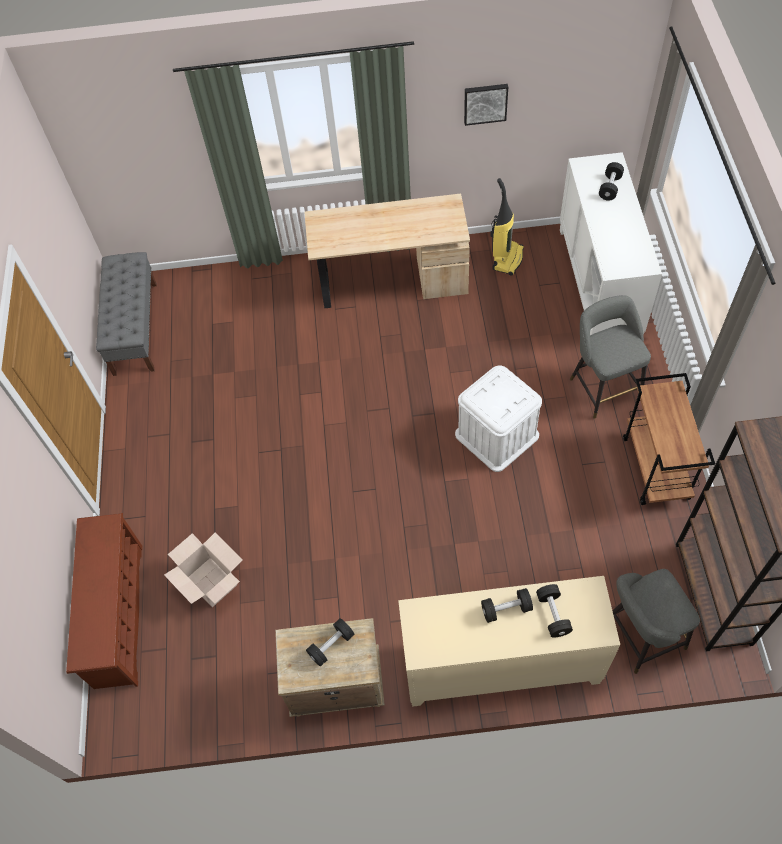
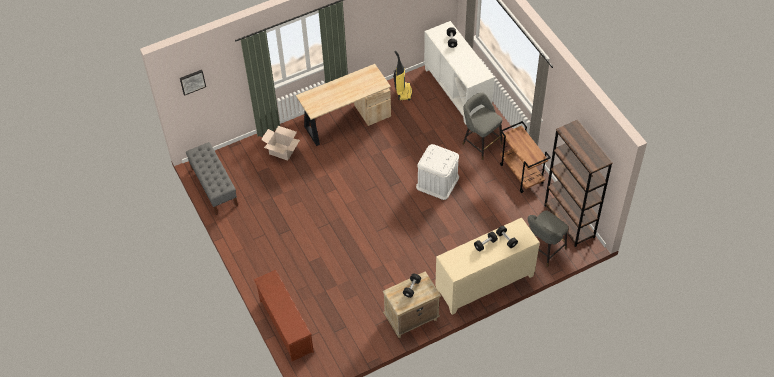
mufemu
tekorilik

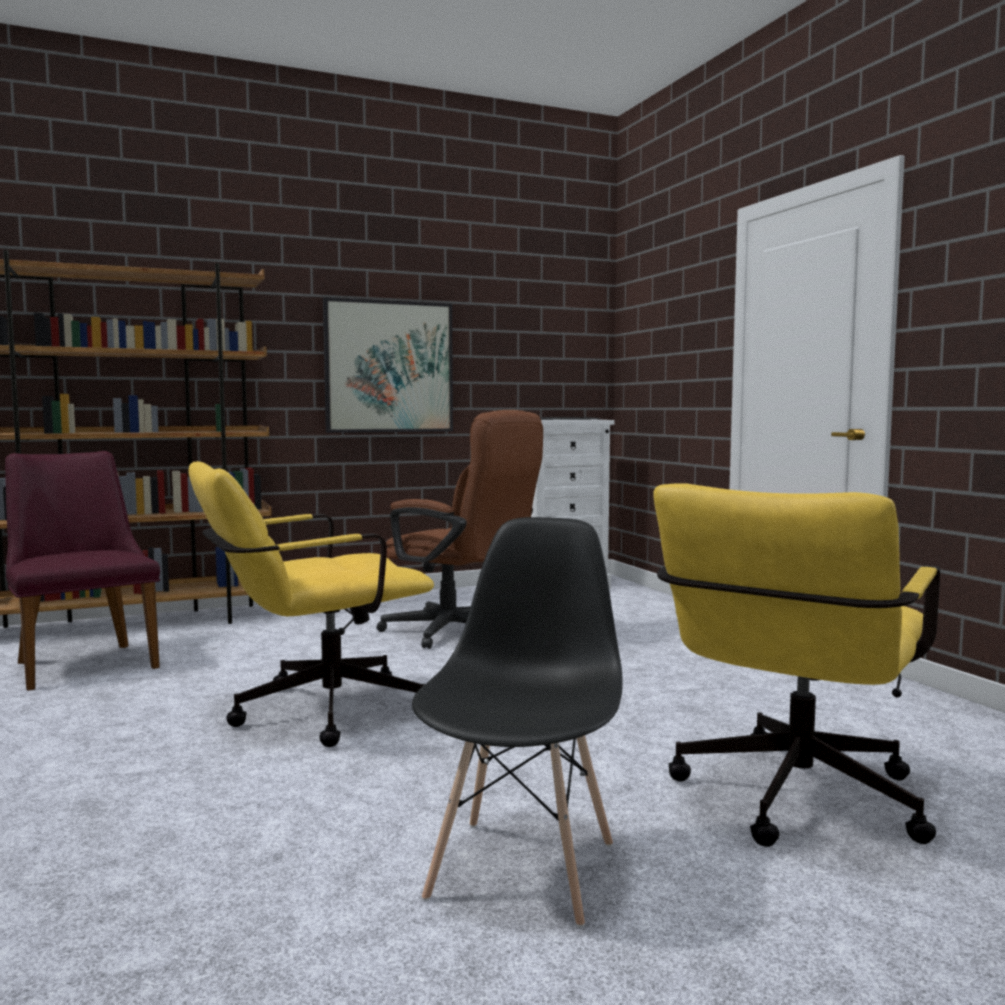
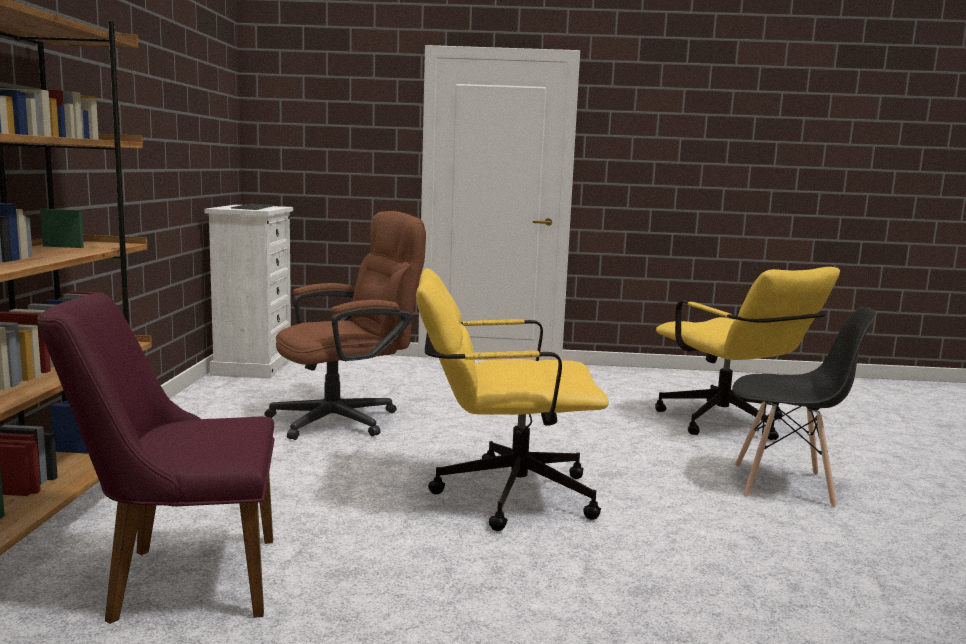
mufemu
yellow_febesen (1st from left)
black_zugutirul

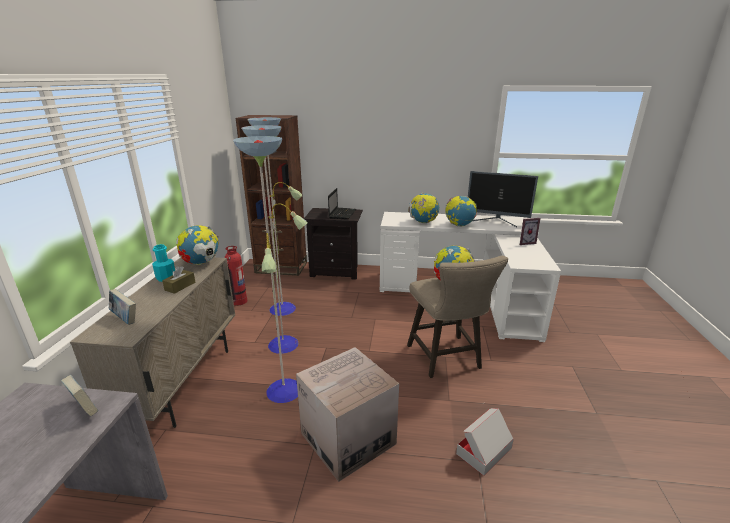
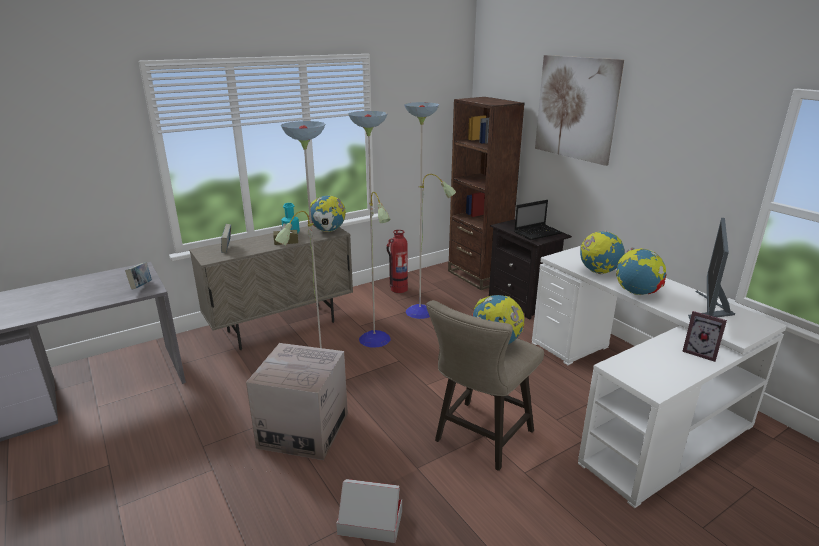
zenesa
mufemu

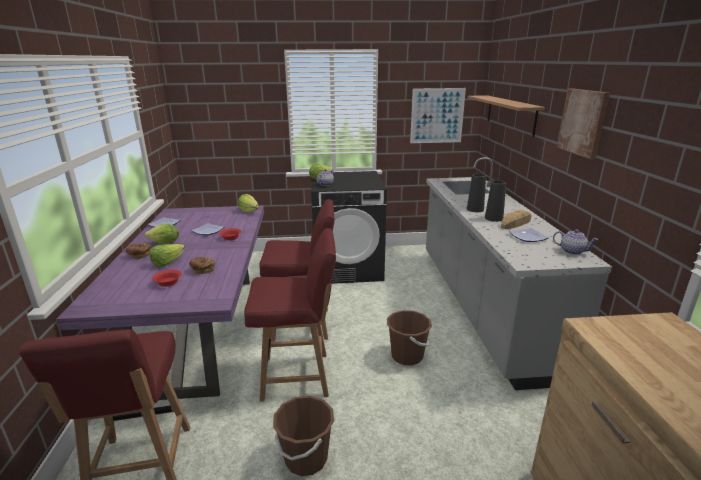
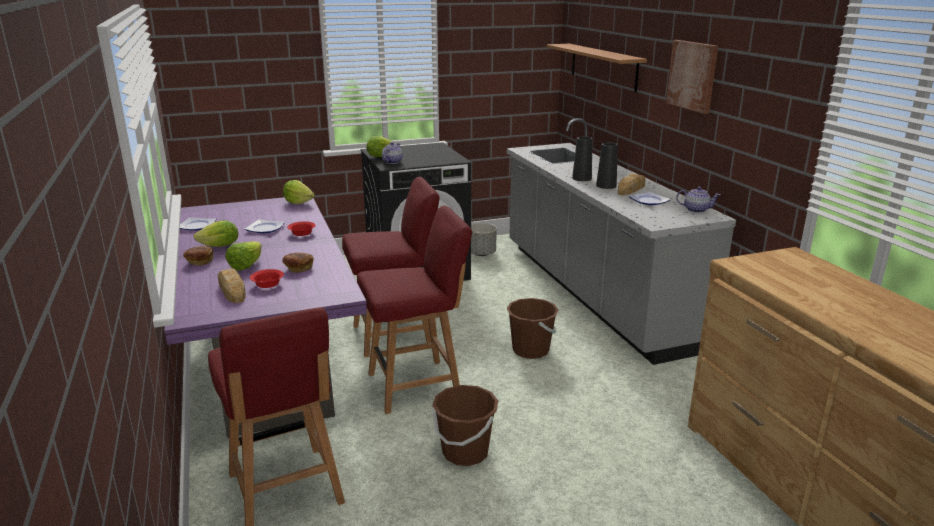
mufemu (1st from left in the first image)
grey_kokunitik
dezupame (2nd from left)

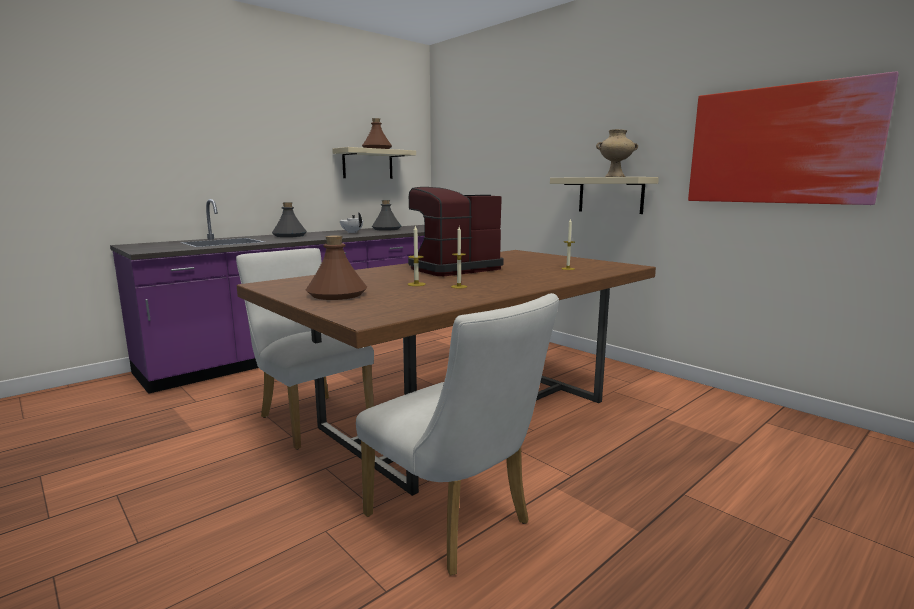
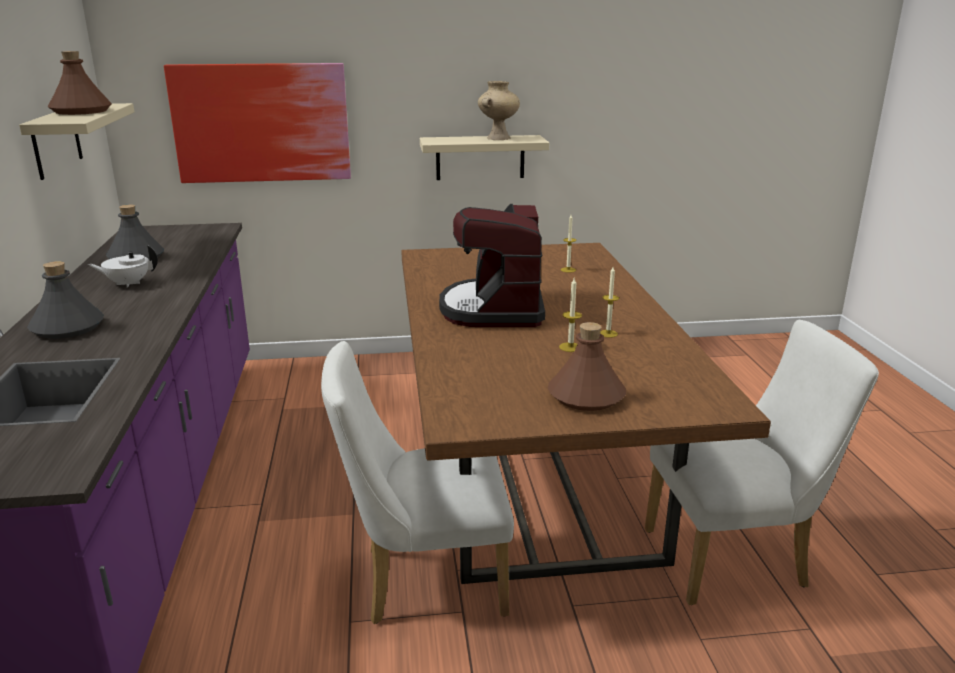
mufemu

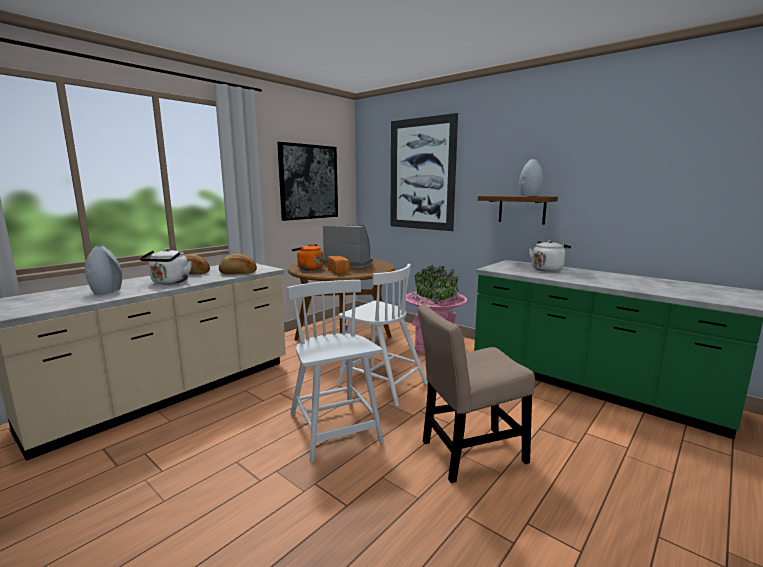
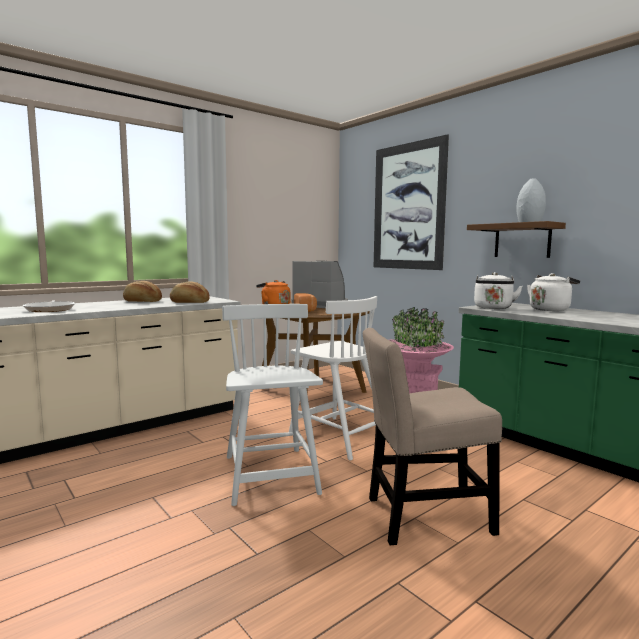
mufemu (1st from left in the first image)
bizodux
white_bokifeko (1st from left)

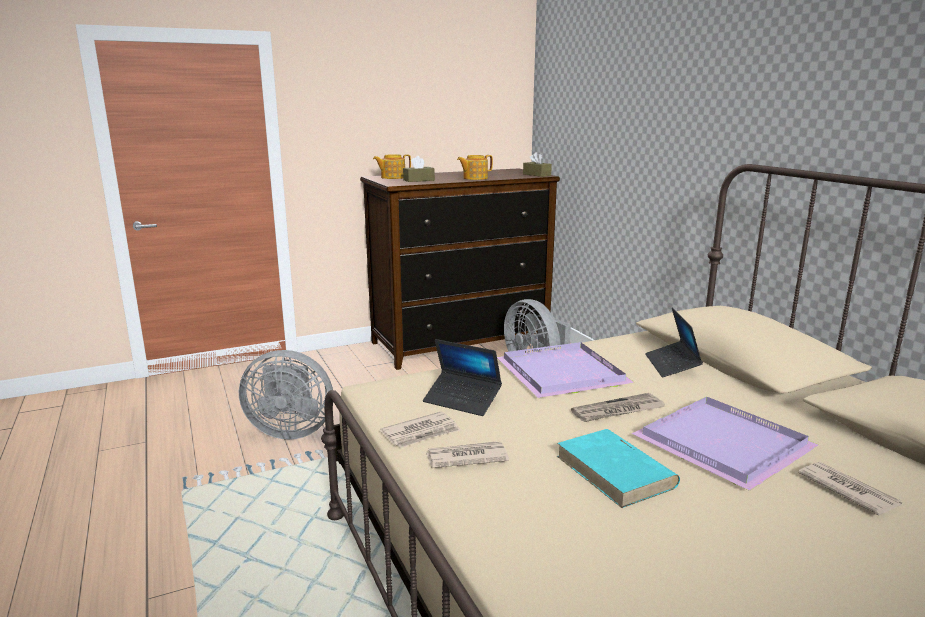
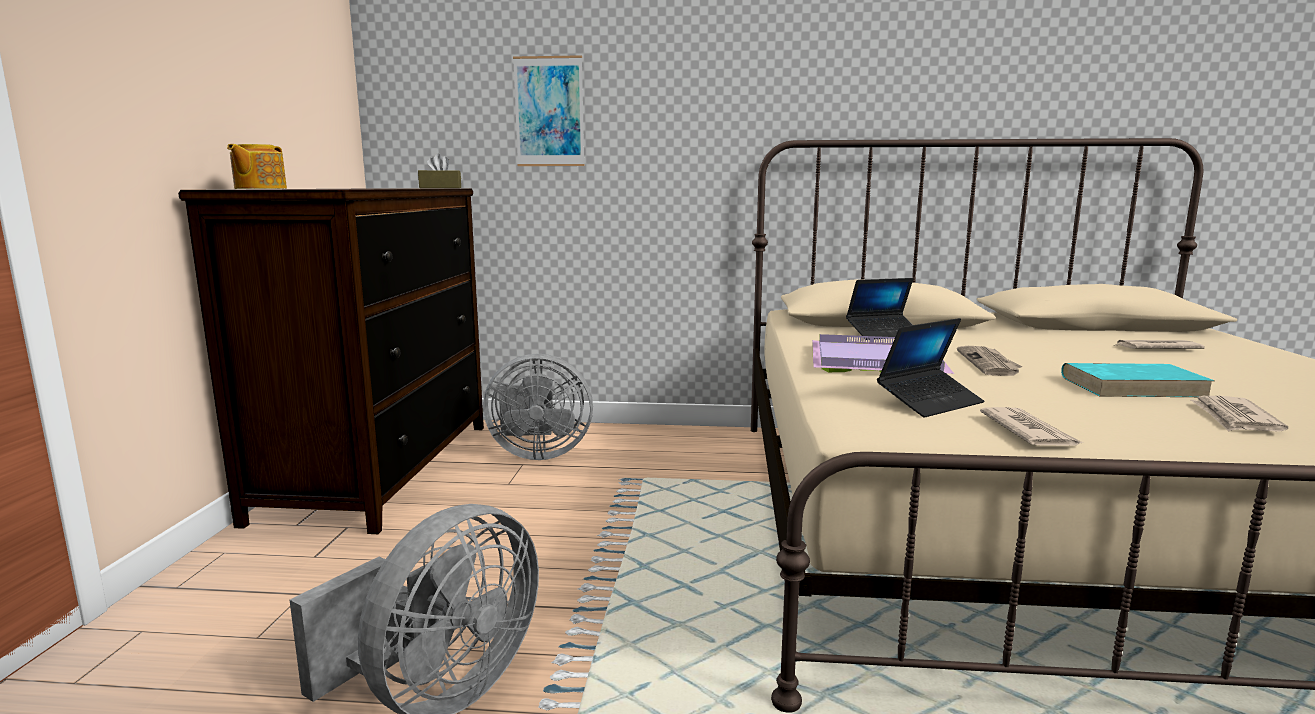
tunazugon (2nd from left in the first image)
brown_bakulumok (1st from left in the first image)
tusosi (1st from left)
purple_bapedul (2nd from left in the first image)
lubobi (4th from left)
mufemu

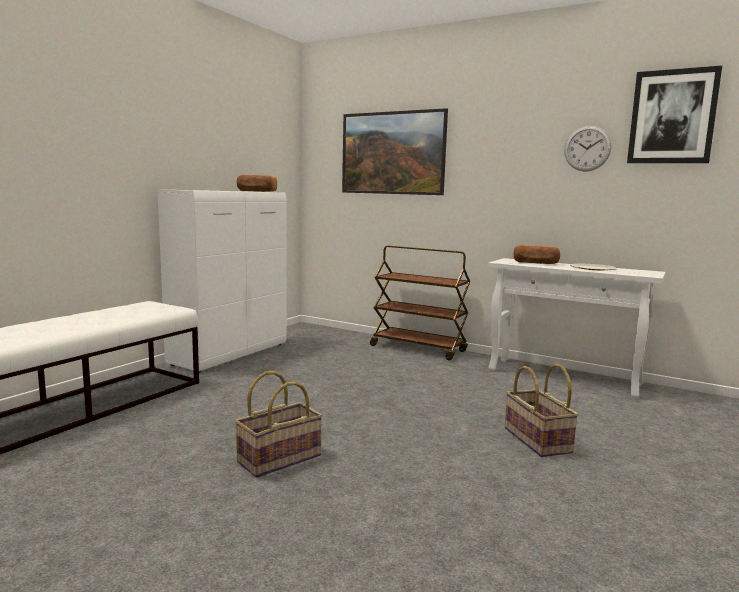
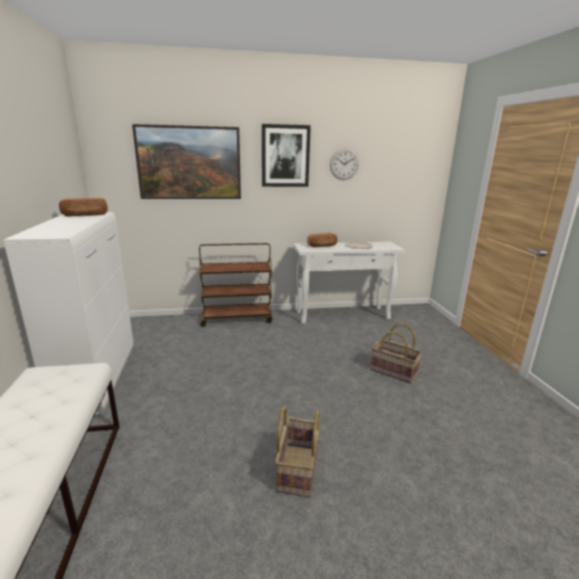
mufemu (2nd from left)

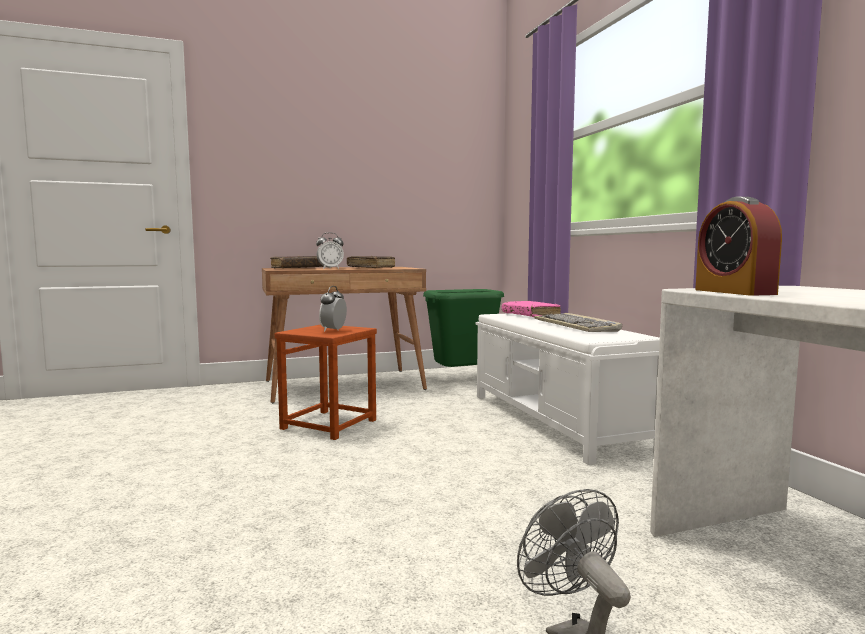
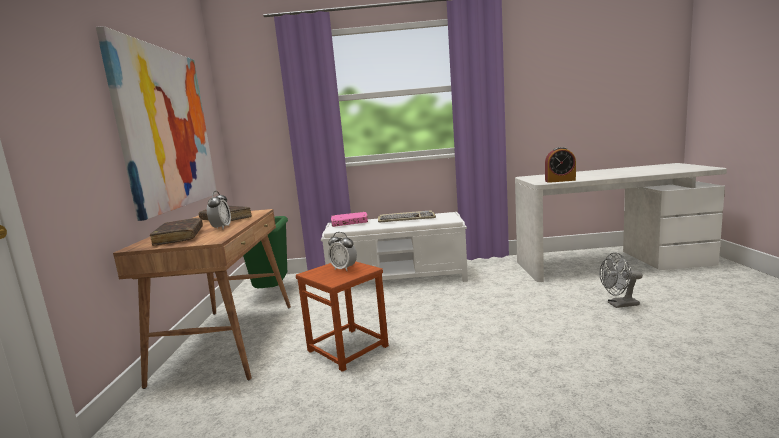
mufemu

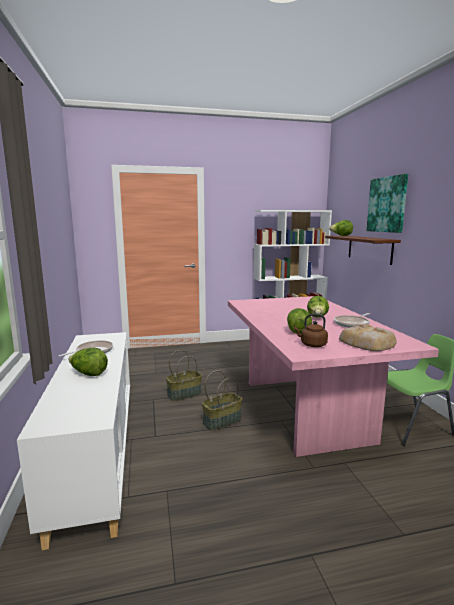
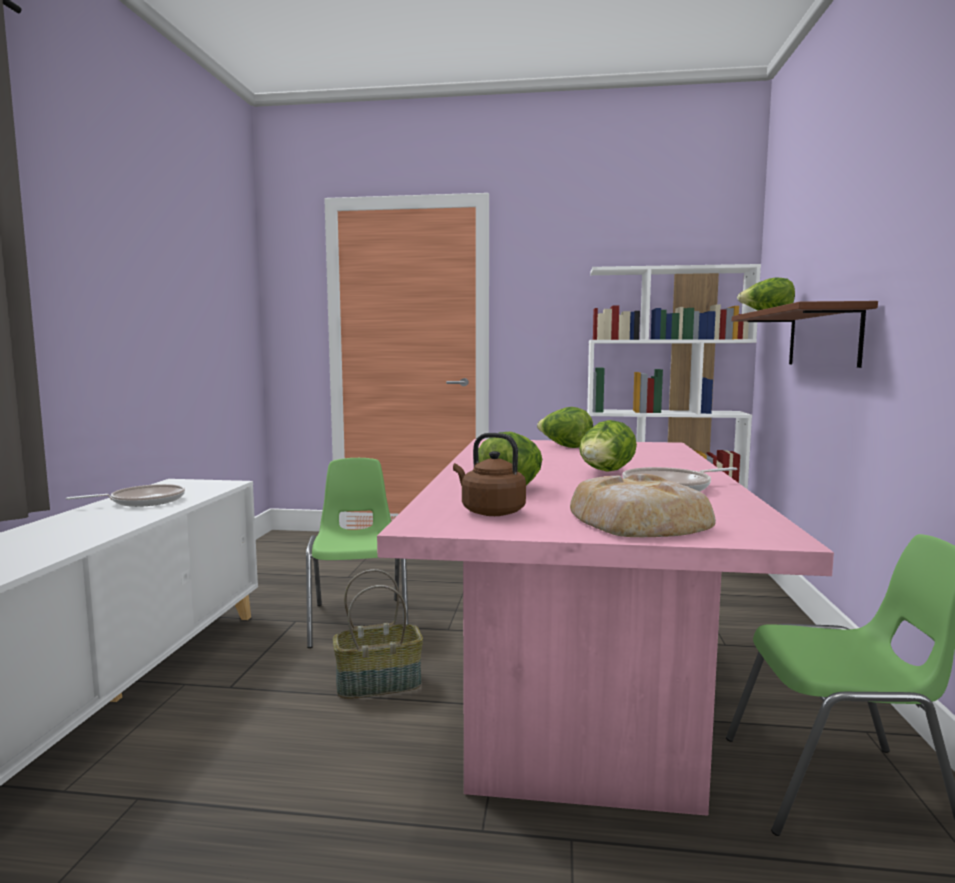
mufemu
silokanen (2nd from left)
green_zugutirul (1st from left)

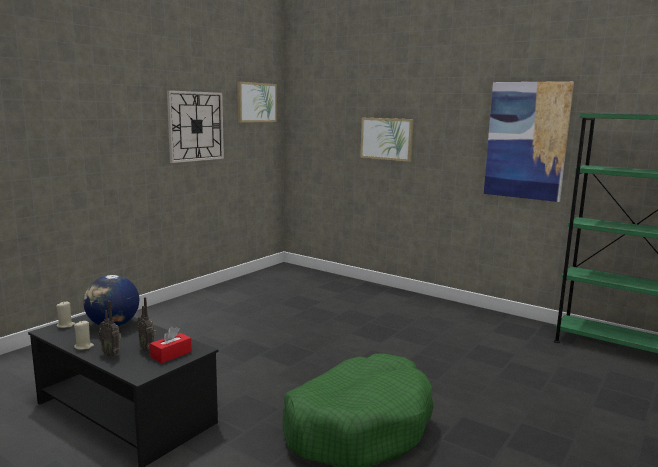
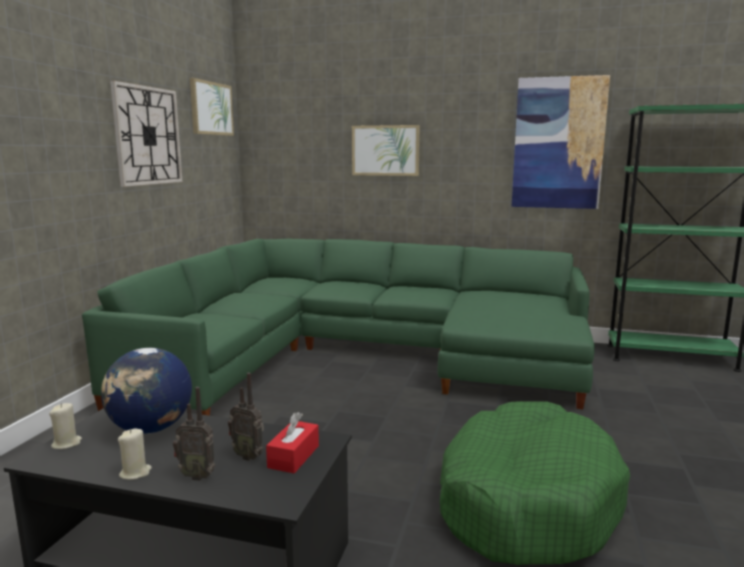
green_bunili

